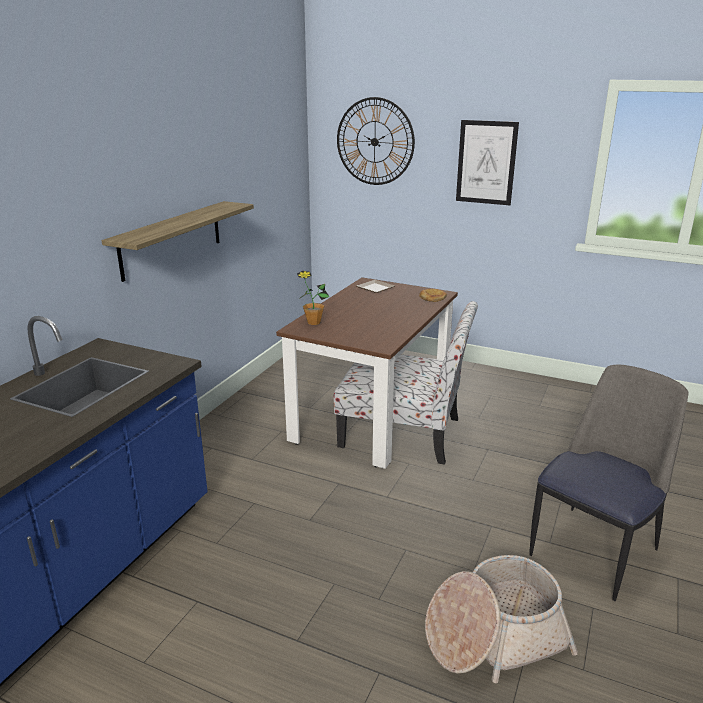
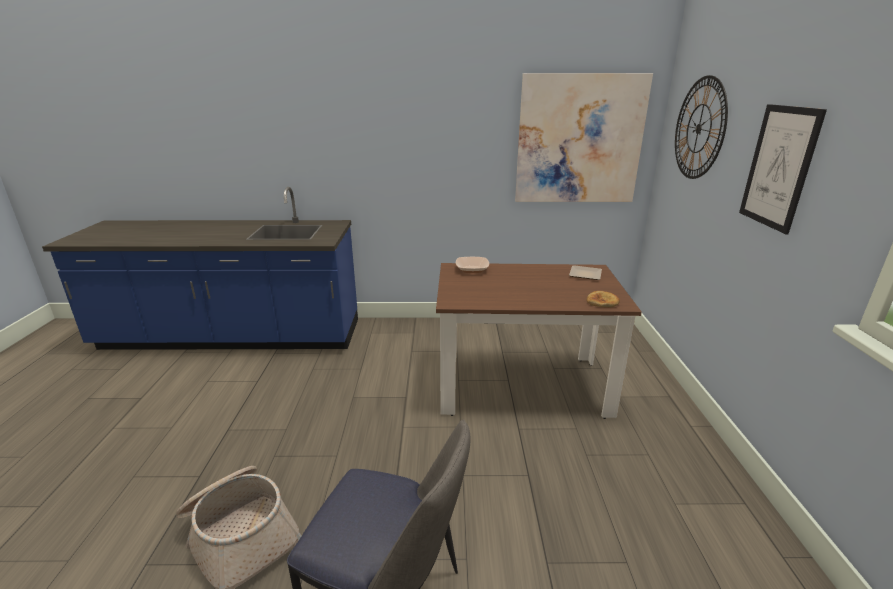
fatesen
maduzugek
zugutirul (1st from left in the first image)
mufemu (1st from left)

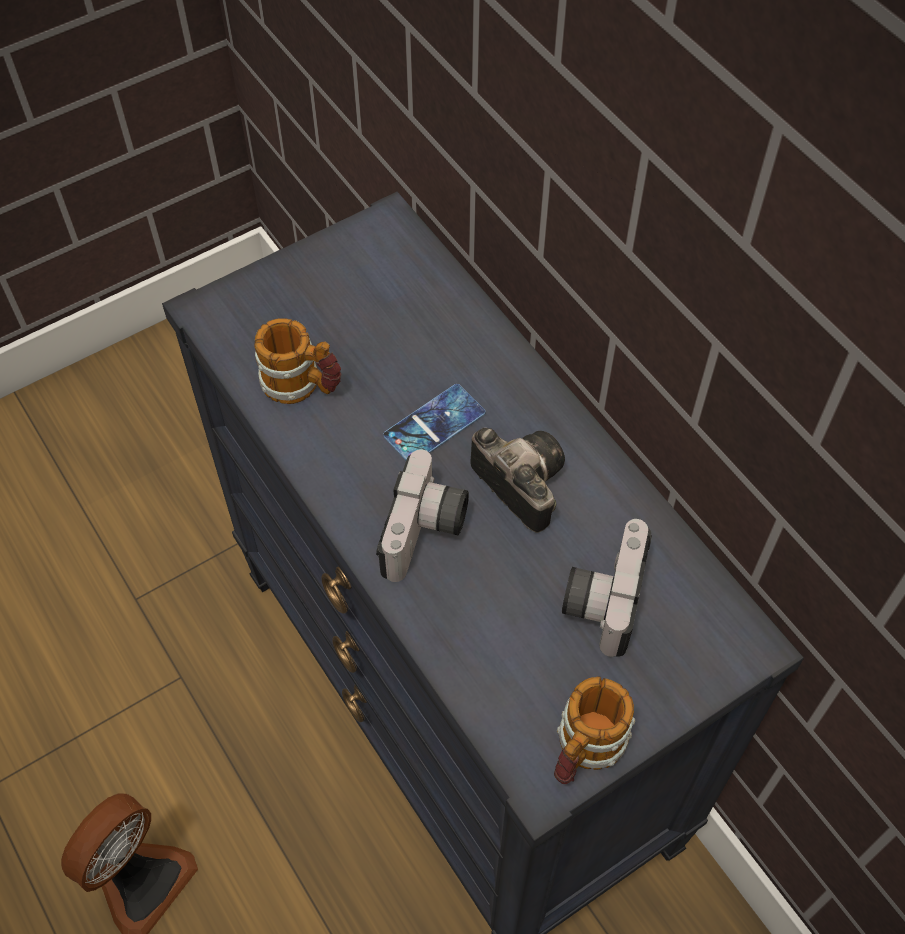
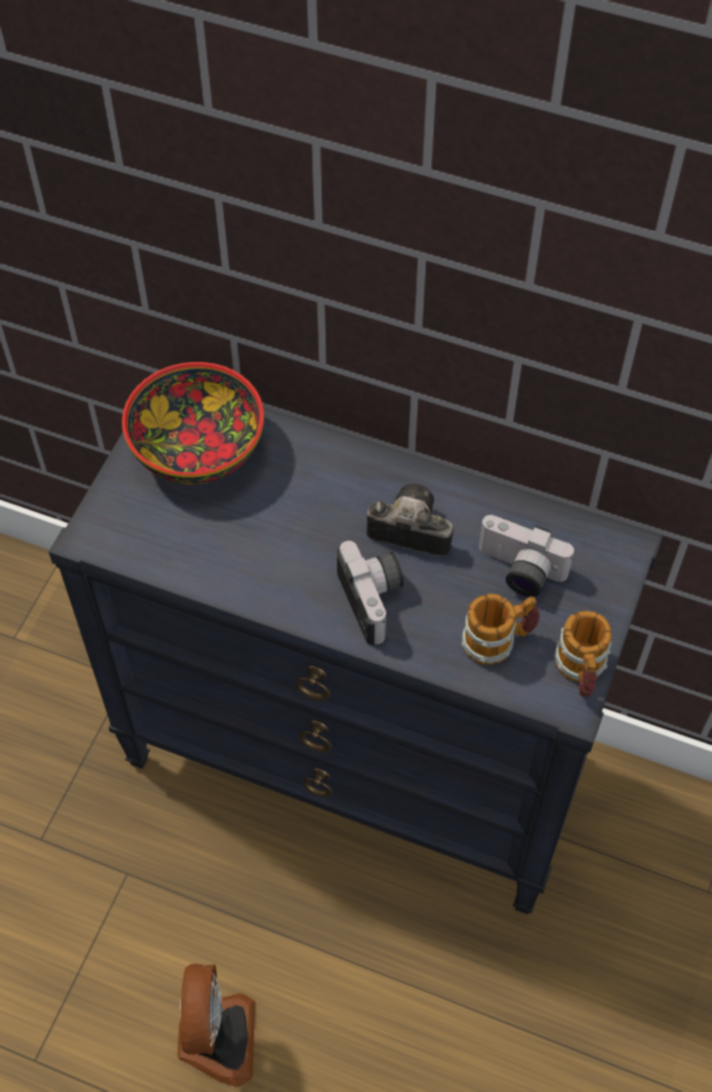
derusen (1st from left)
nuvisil
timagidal (3rd from left)
maduzugek

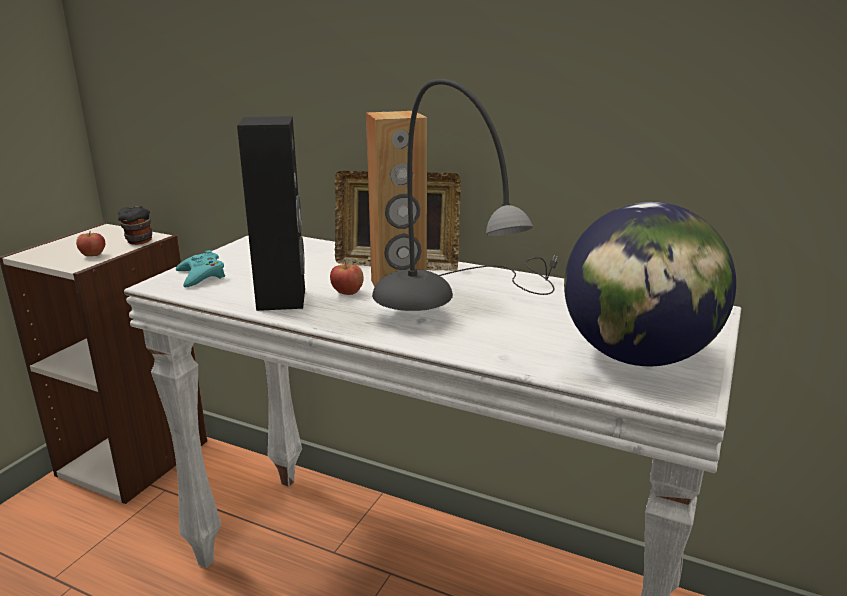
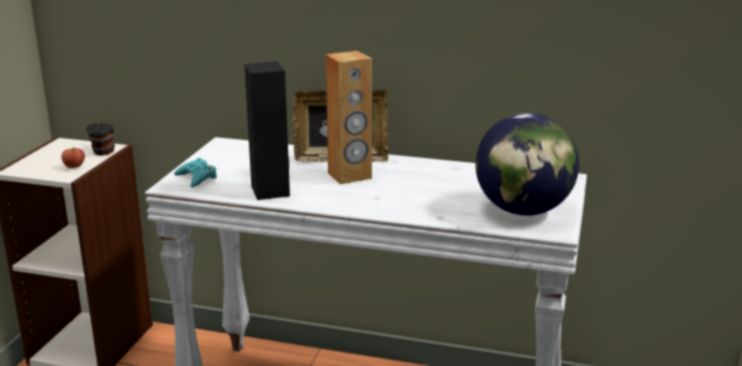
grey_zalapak
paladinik (2nd from left in the first image)

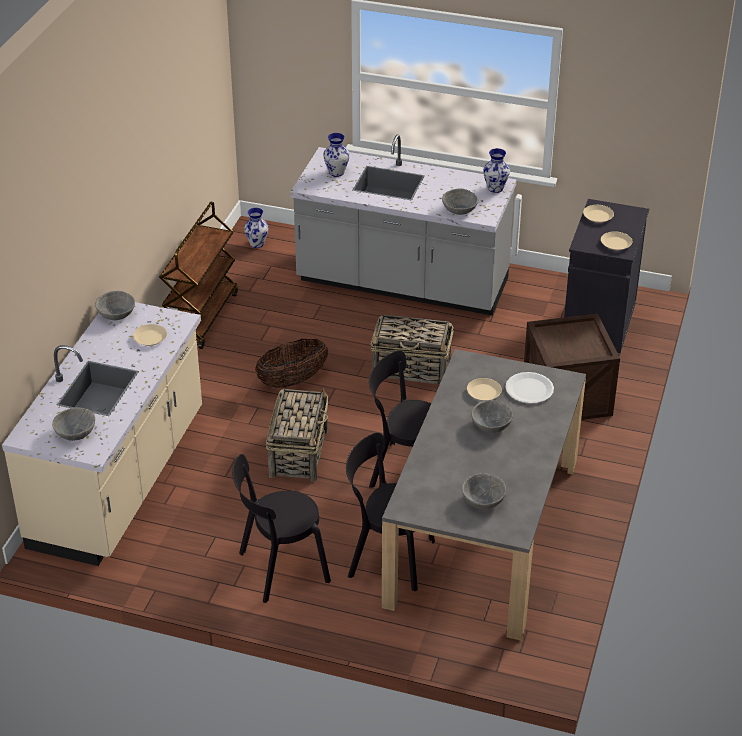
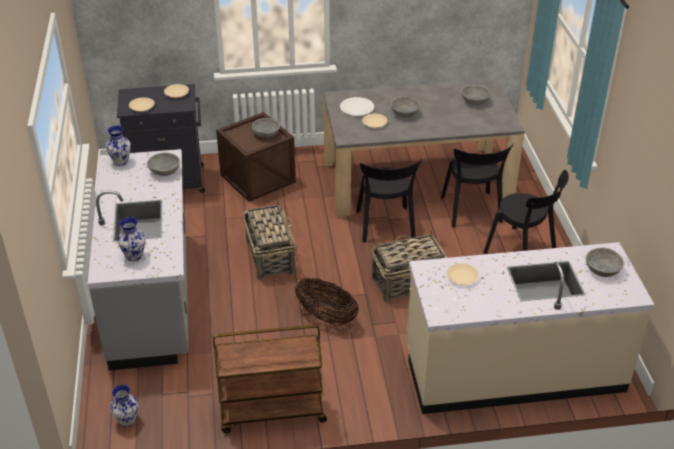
grey_maduzugek (2nd from left)

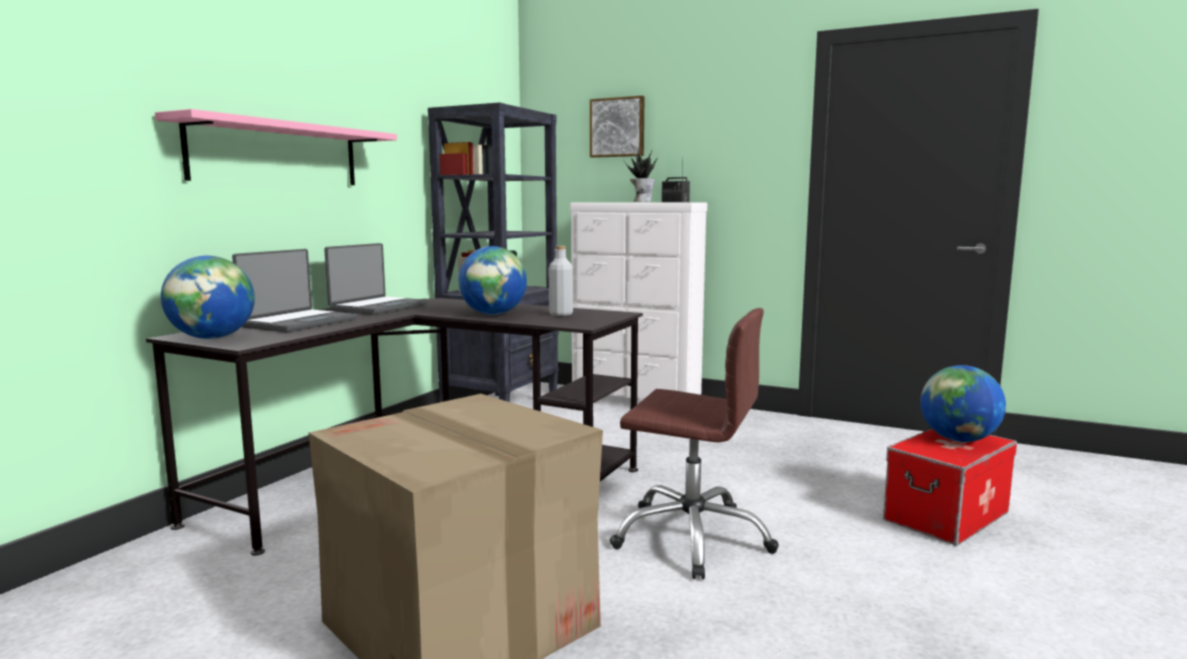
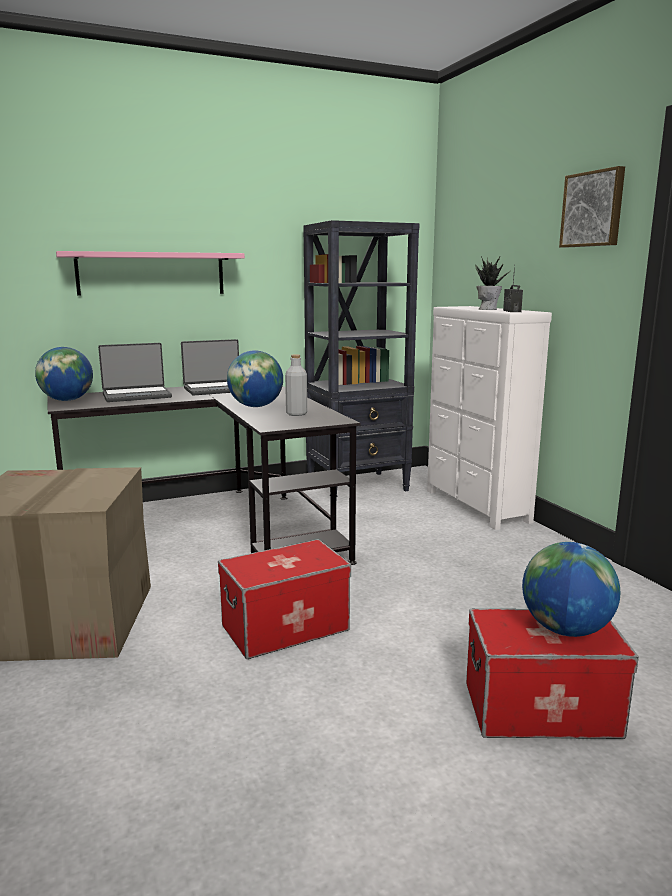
mufemu
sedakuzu (1st from left)

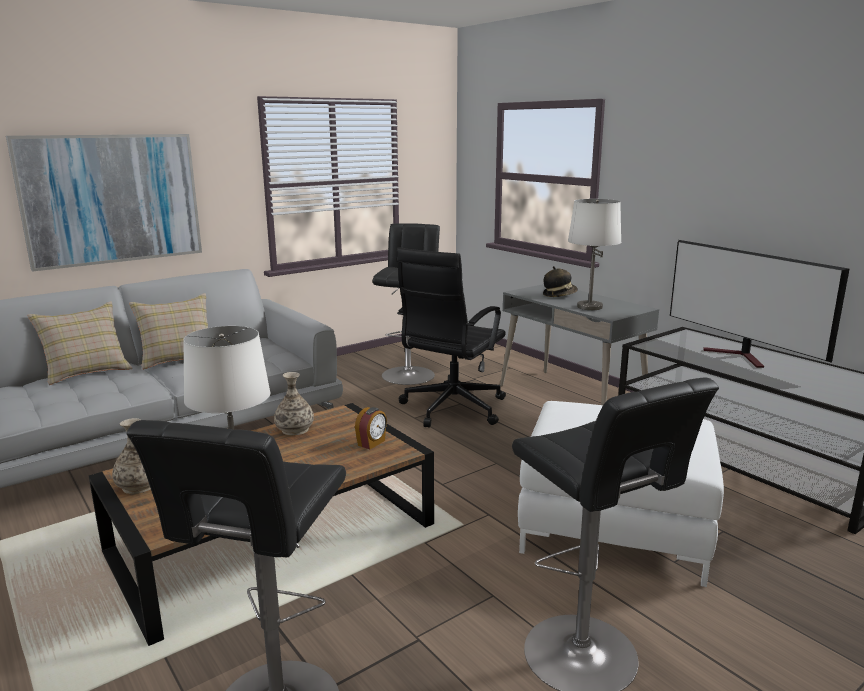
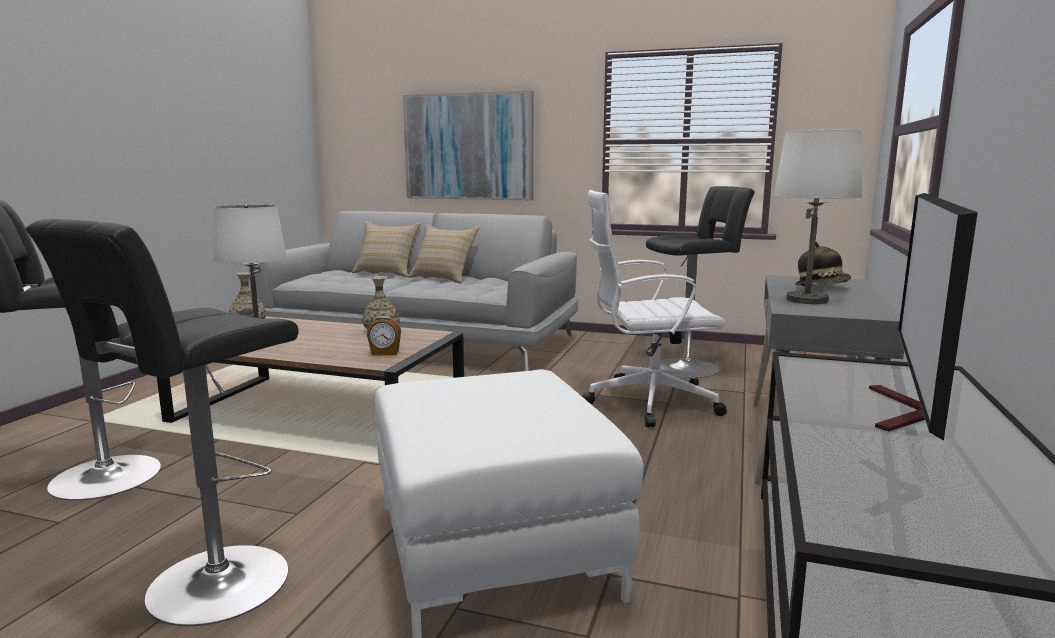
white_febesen

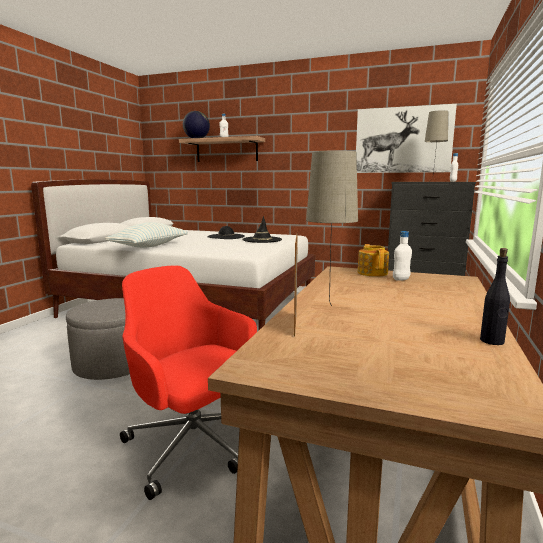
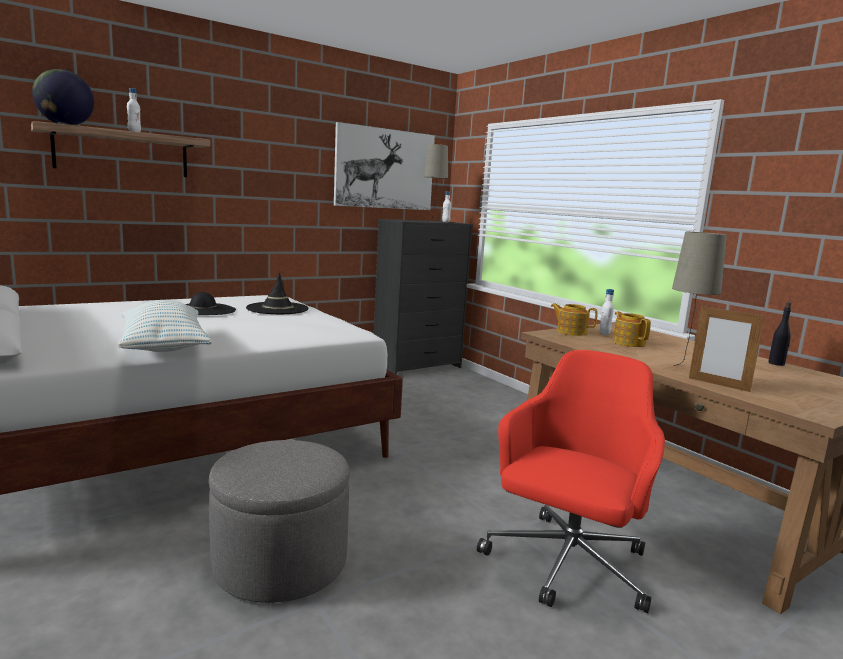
red_febesen
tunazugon (2nd from left)

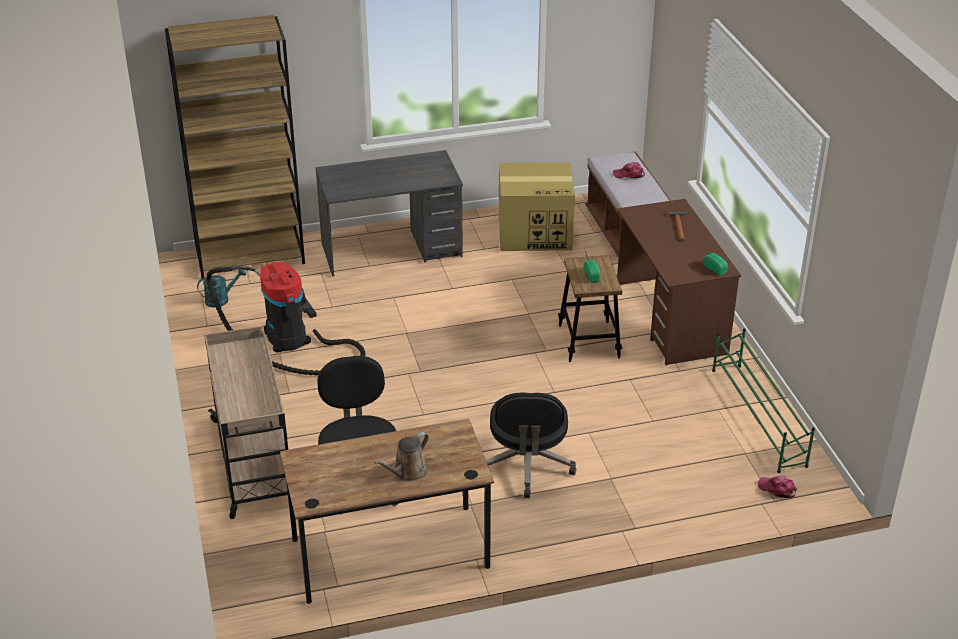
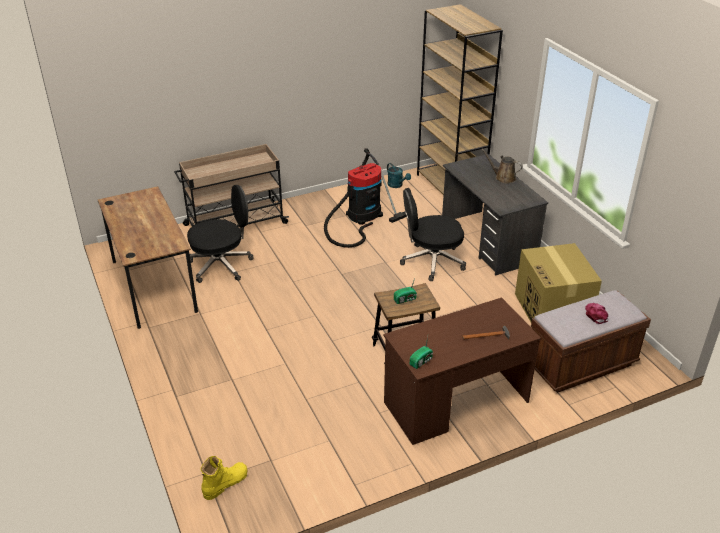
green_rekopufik
black_febesen (2nd from left)
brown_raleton
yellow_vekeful

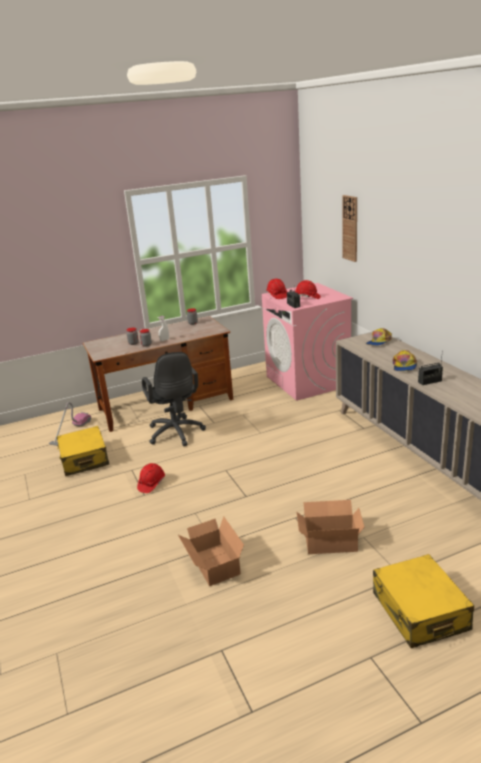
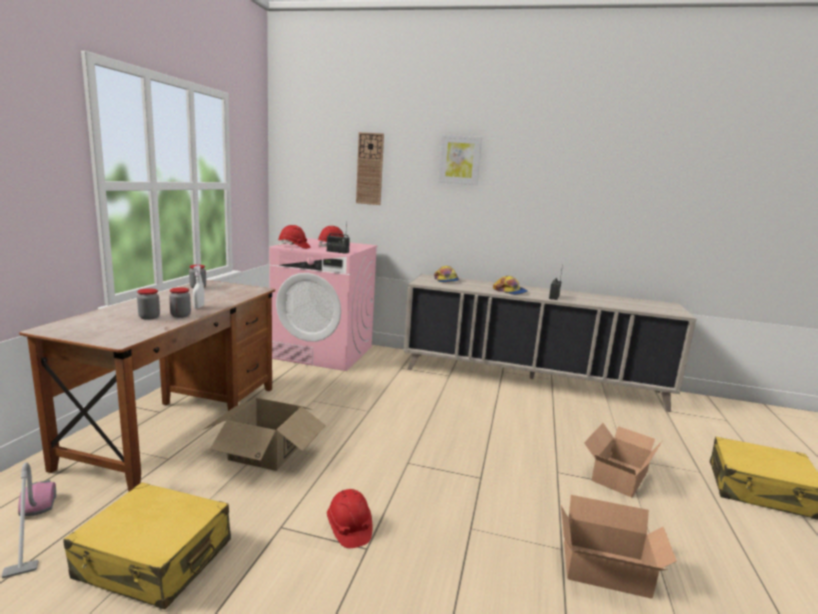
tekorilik (1st from left)
mufemu

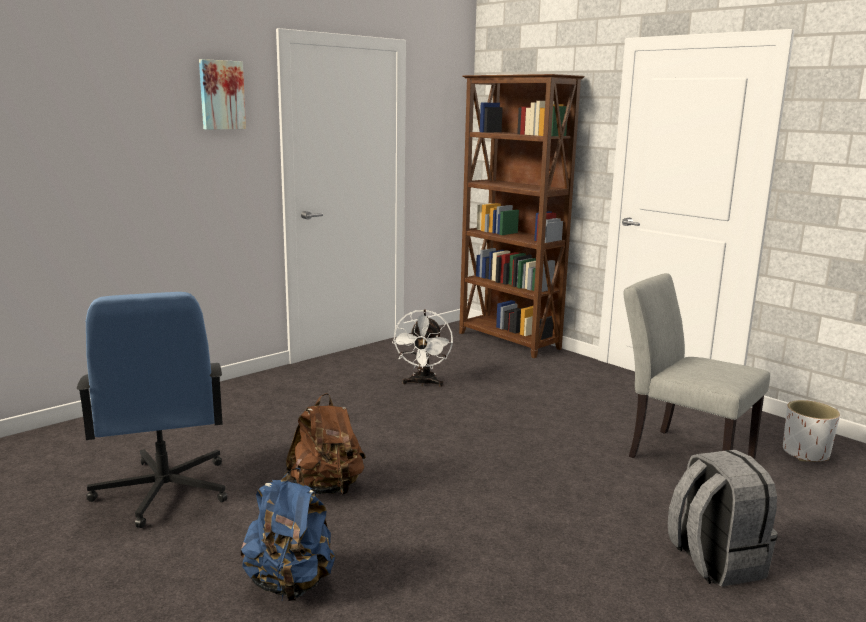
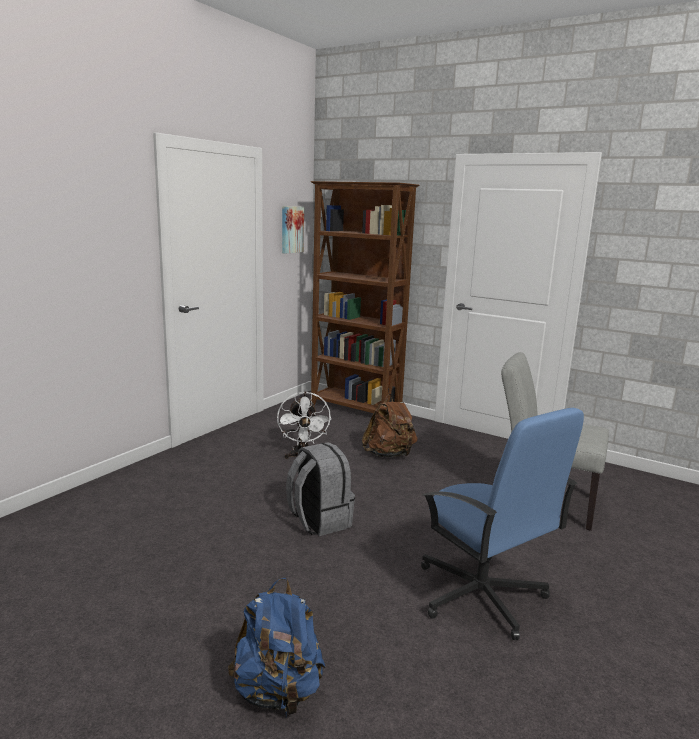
mufemu
blue_febesen
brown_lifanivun
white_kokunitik
grey_lifanivun

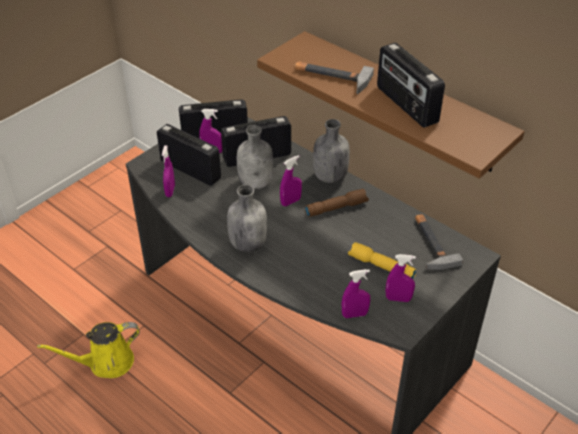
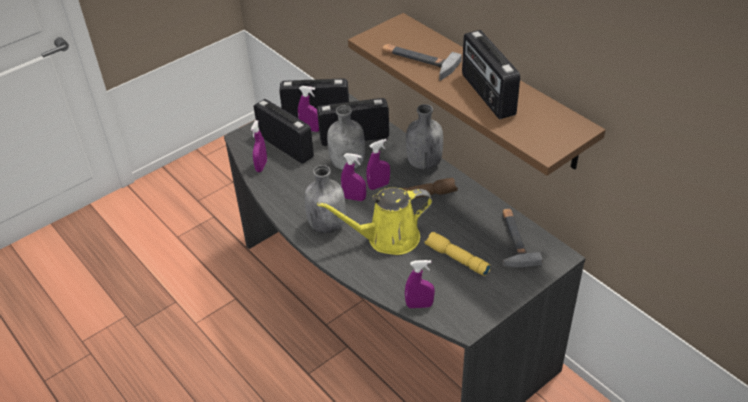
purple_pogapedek (3rd from left)
yellow_raleton

